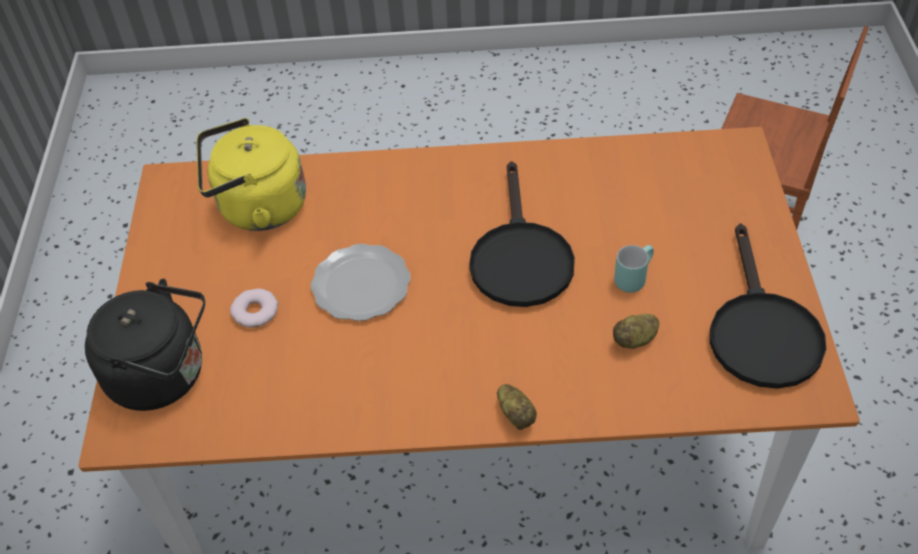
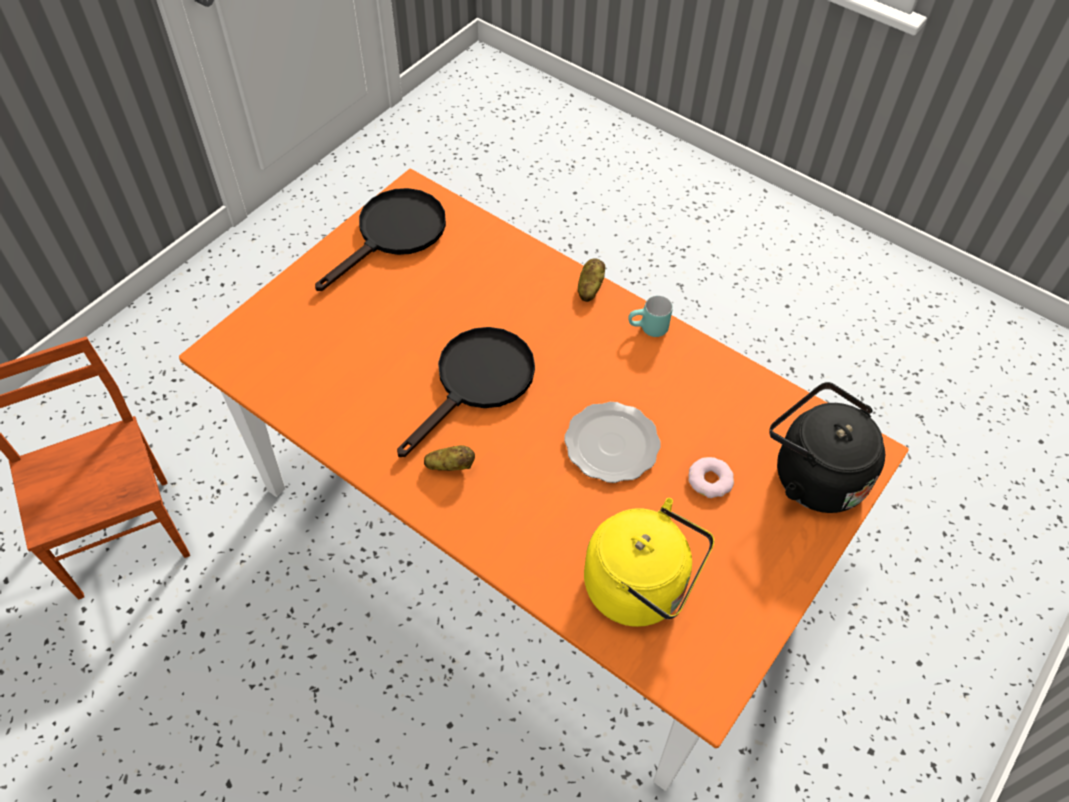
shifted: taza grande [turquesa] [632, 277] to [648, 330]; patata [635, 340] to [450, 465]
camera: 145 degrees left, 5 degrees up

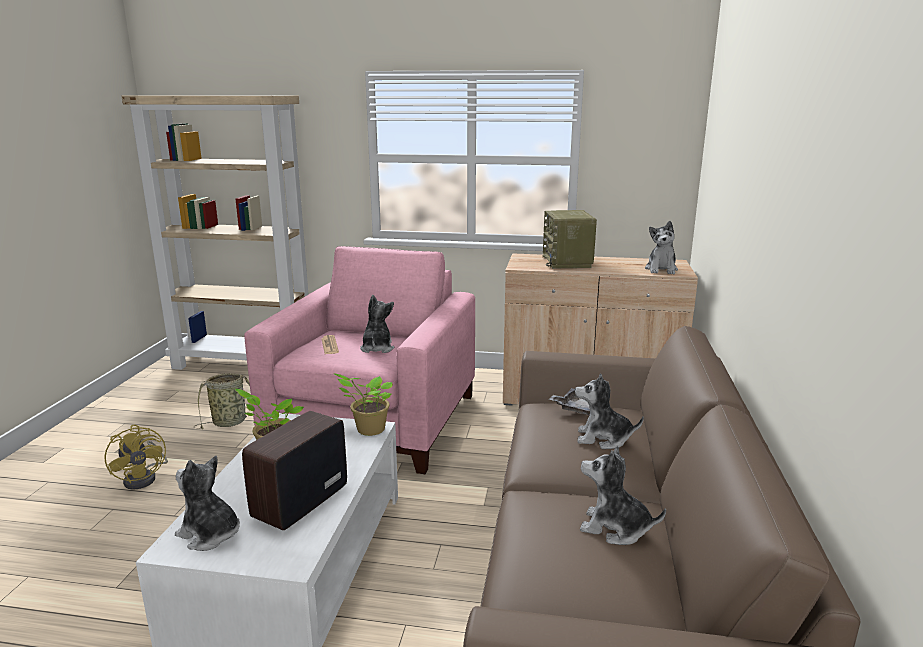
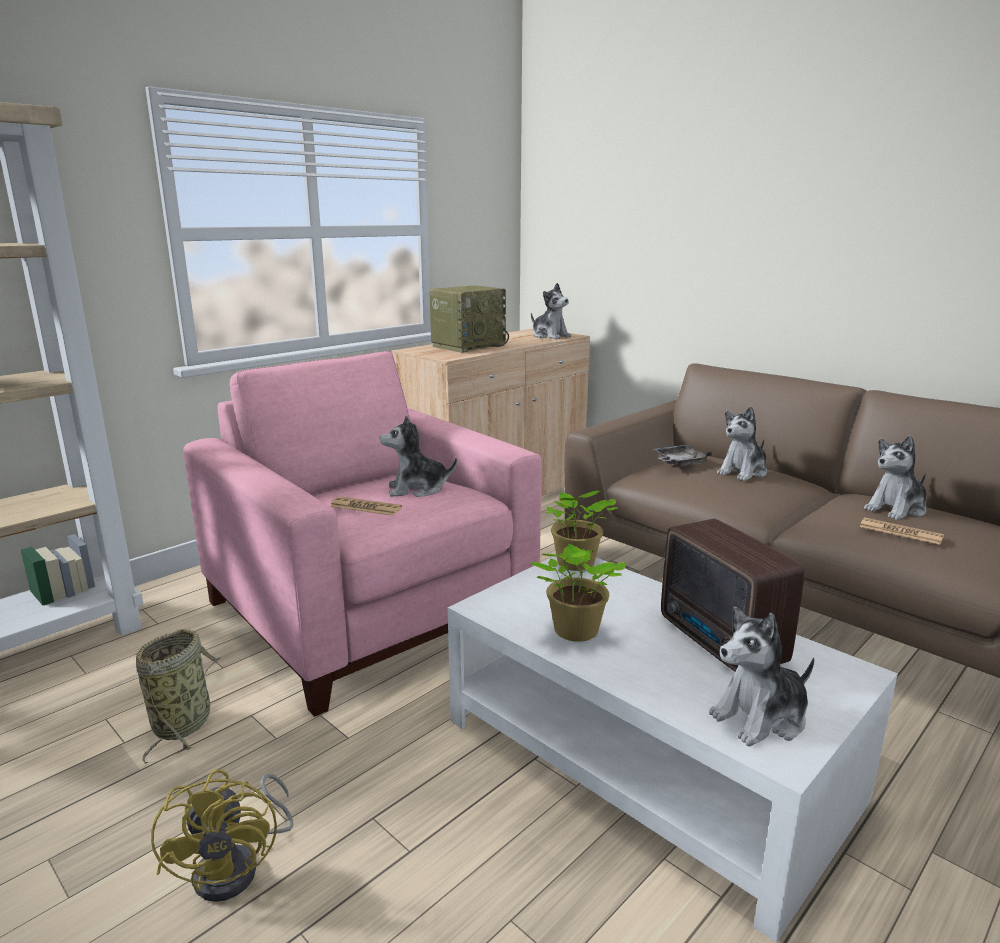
new: periódico [900, 532]
rotated: radio [567, 262] = [468, 346] 75 degrees counterclockwise; peluche [377, 348] = [417, 489] 45 degrees counterclockwise; ventilador [amarillo] [145, 478] = [238, 866] 75 degrees clockwise
camera: 55 degrees left, 0 degrees up

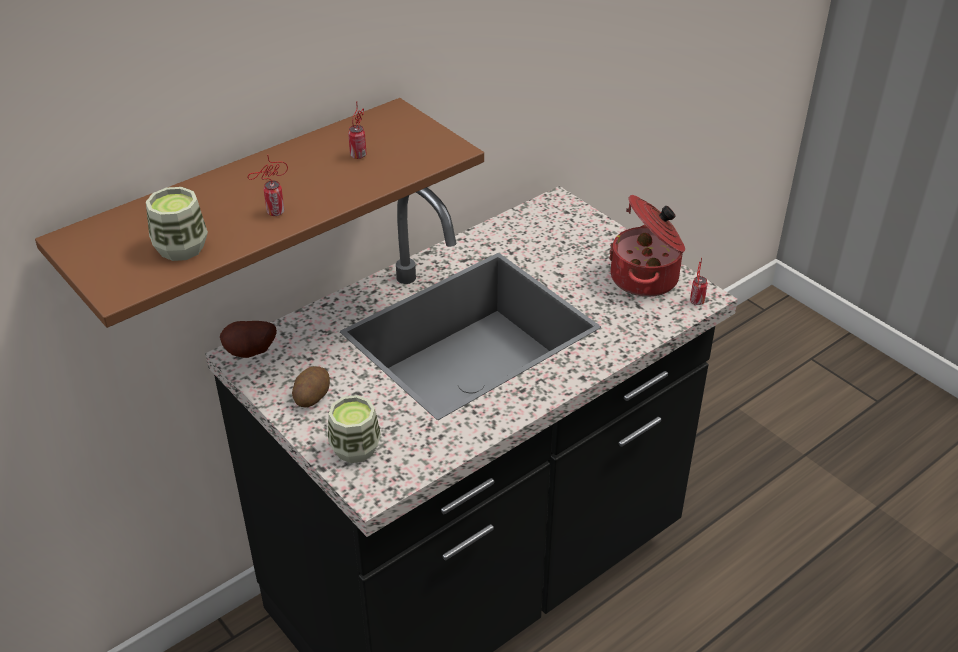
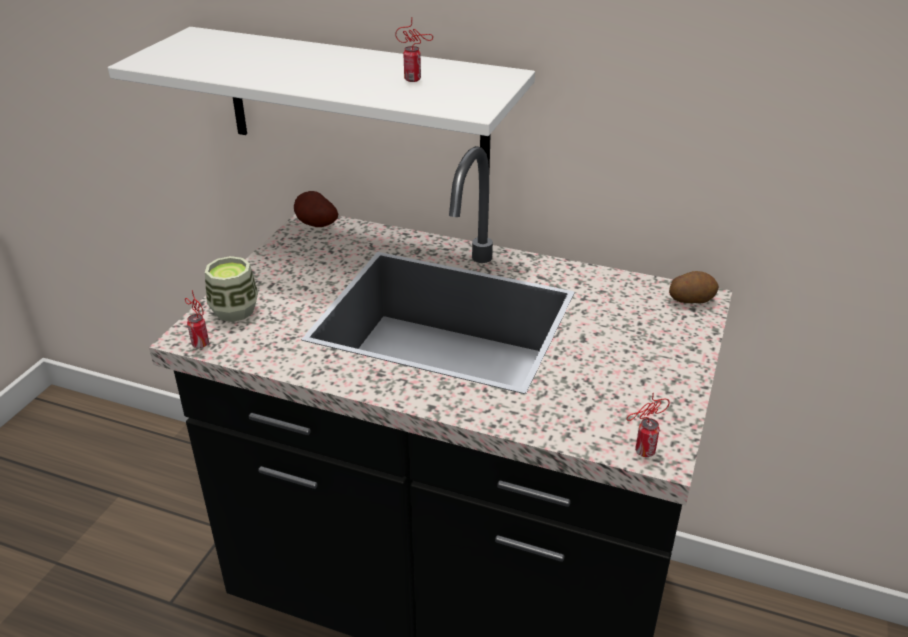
gone: taza [181, 248]; olla [646, 278]
shifted: lata [273, 213] to [199, 343]; patata [311, 396] to [691, 299]
repainted: estante [marrón] [241, 212] to estante [blanco] [355, 101]
camera: 60 degrees right, 5 degrees down

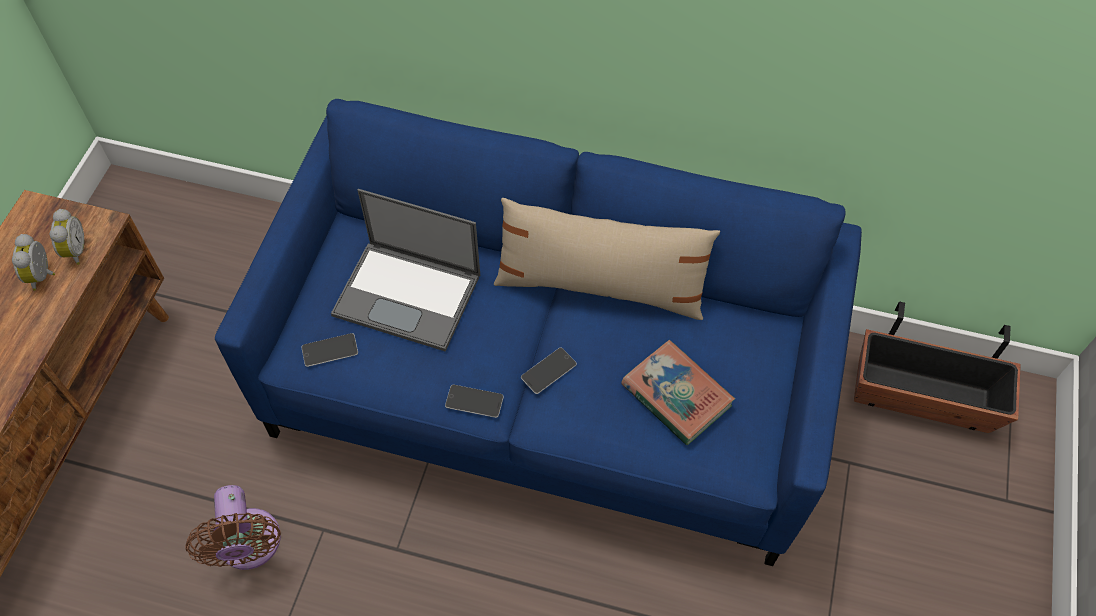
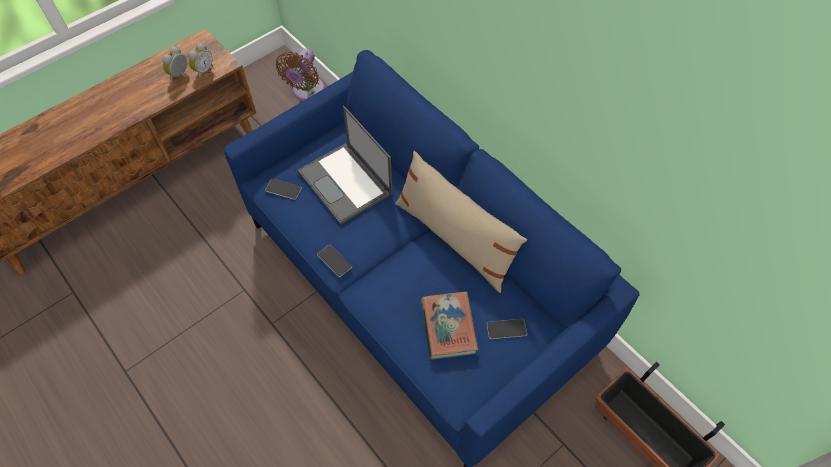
shifted: móvil [548, 370] to [506, 329]; ventilador [marrón] [249, 546] to [307, 92]
camera: 35 degrees right, 0 degrees up

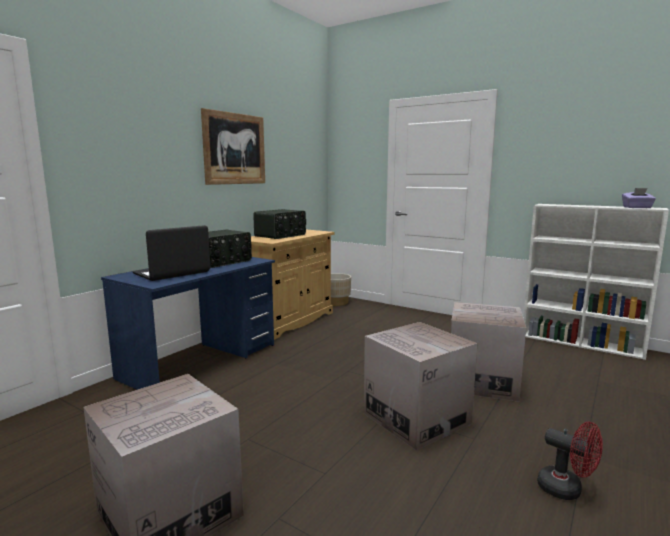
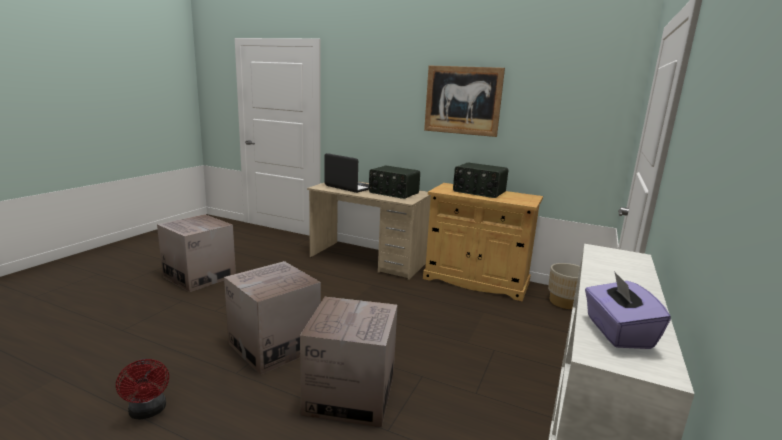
repainted: escritorio [azul] [201, 361] to escritorio [beis] [369, 259]
rotated: ventilador [rojo] [567, 490] = [148, 412] 60 degrees counterclockwise
camera: 80 degrees right, 5 degrees up

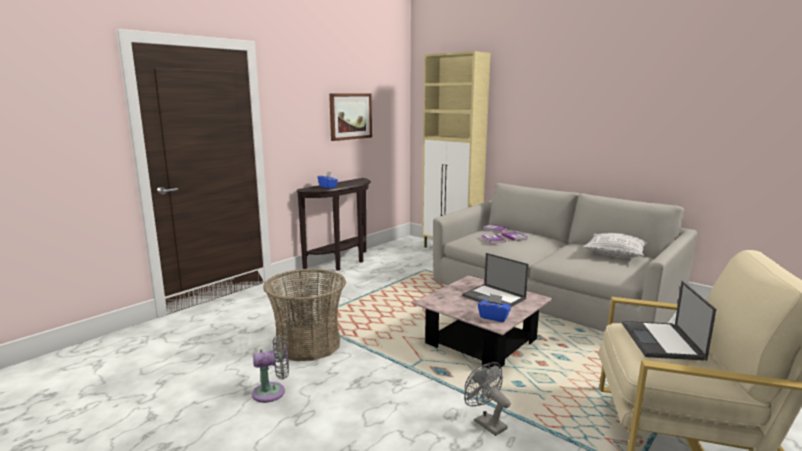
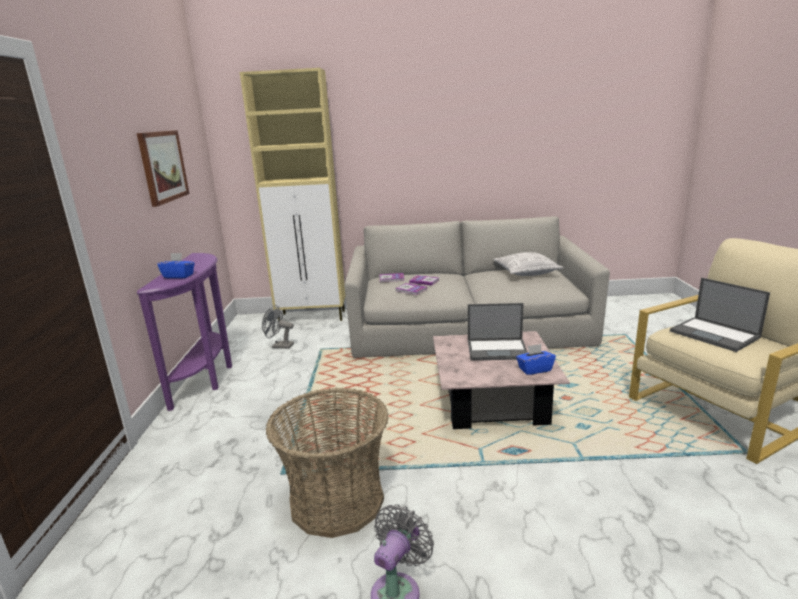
shifted: ventilador [gris] [485, 423] to [279, 346]
repainted: mesa consola [marrón] [343, 263] to mesa consola [morado] [207, 377]
camera: 40 degrees left, 5 degrees up

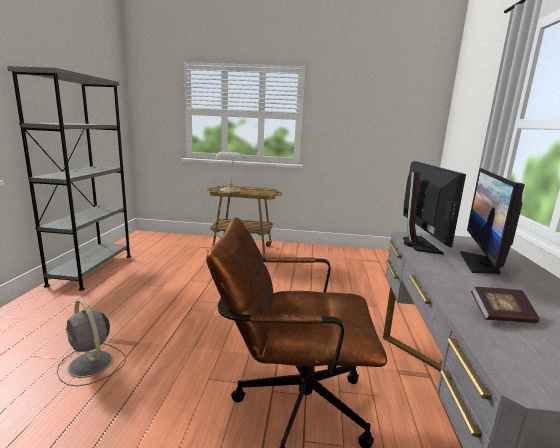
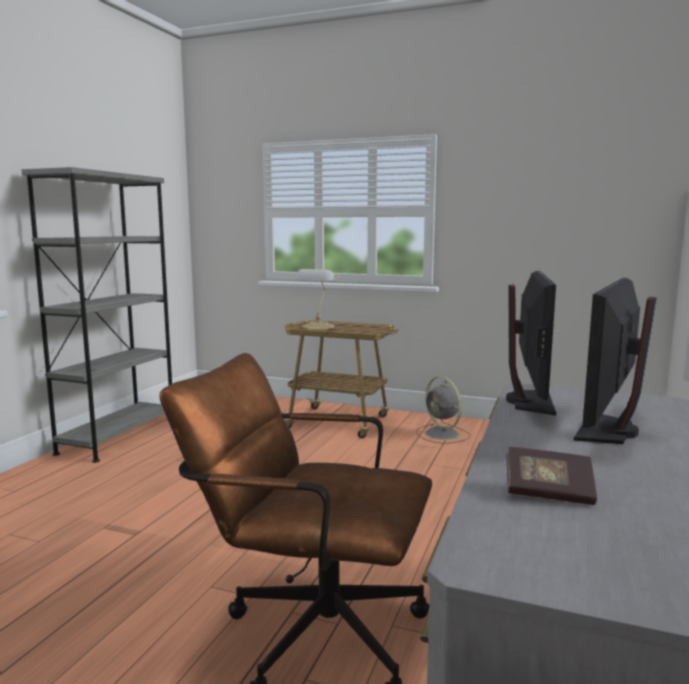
shifted: ventilador [gris] [91, 365] to [443, 434]
camera: 15 degrees right, 5 degrees down

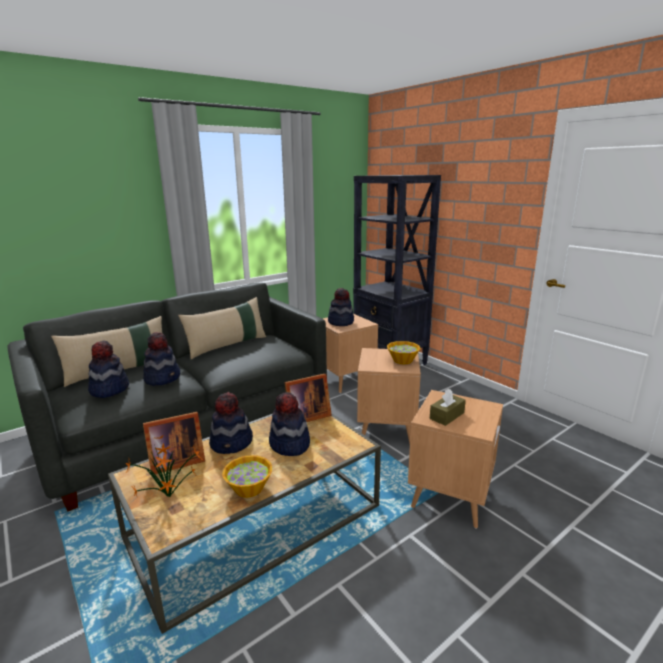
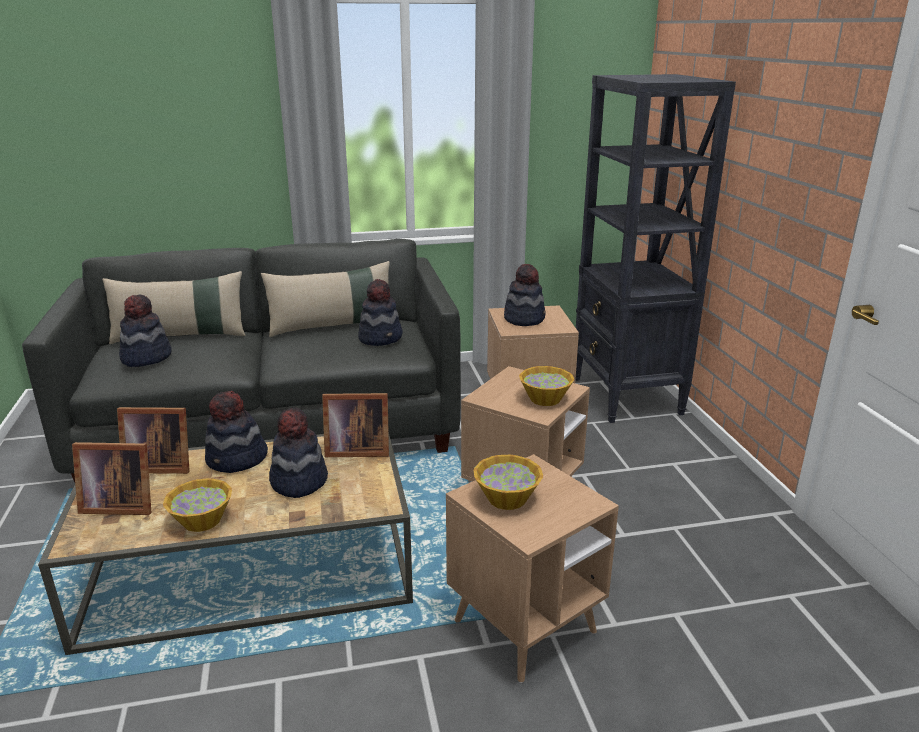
shifted: sombrero [163, 378] to [381, 338]
swapped: caja de pañuelos [marrón] [447, 416] to cuenco [507, 498]; planta en maceta [171, 497] to portarretratos [118, 504]
camera: 25 degrees right, 5 degrees up

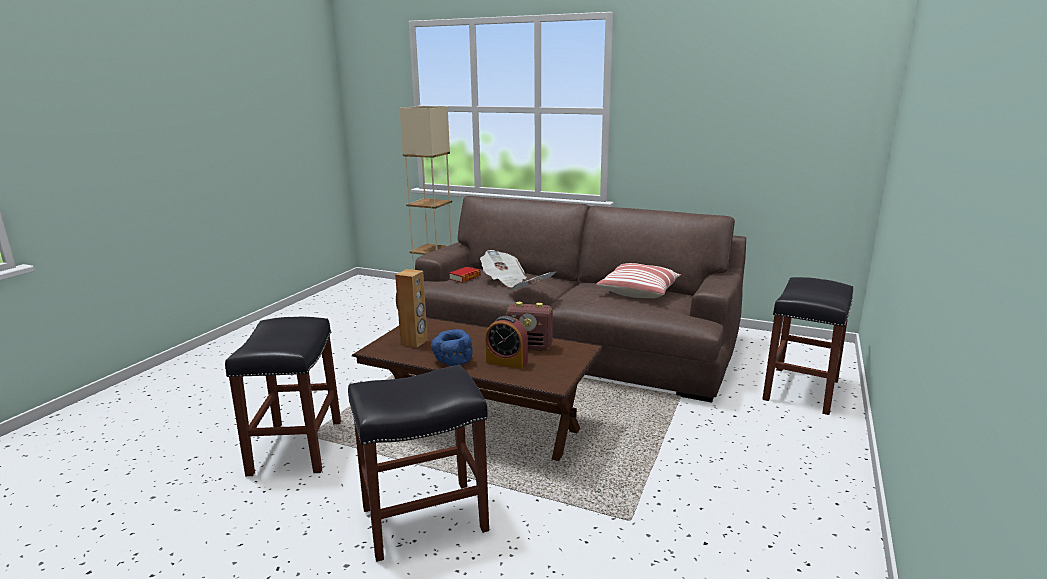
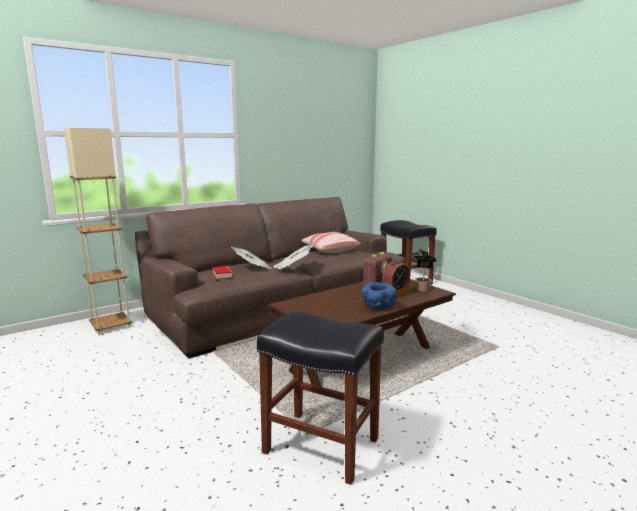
gone: altavoz [marrón] [414, 342]; taburete [negro] [423, 520]
new: planta en maceta [420, 288]
camera: 60 degrees left, 5 degrees down

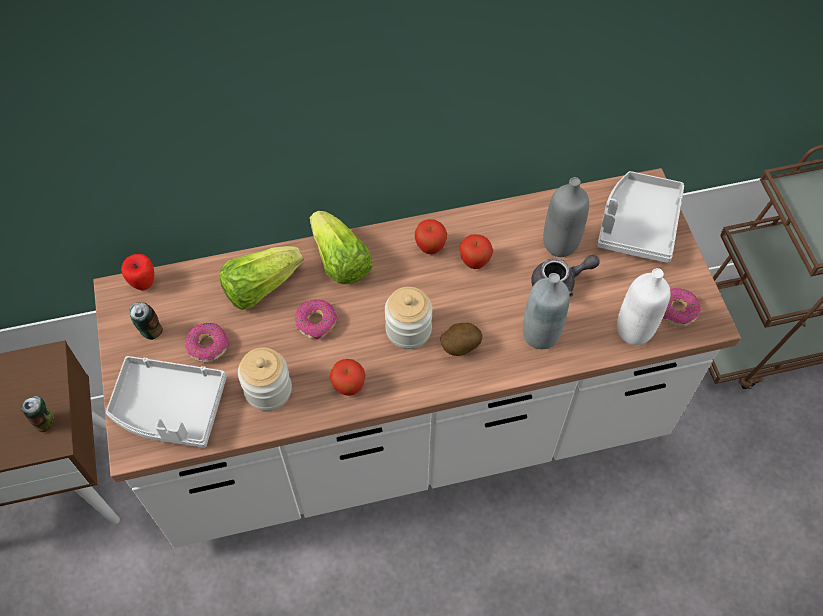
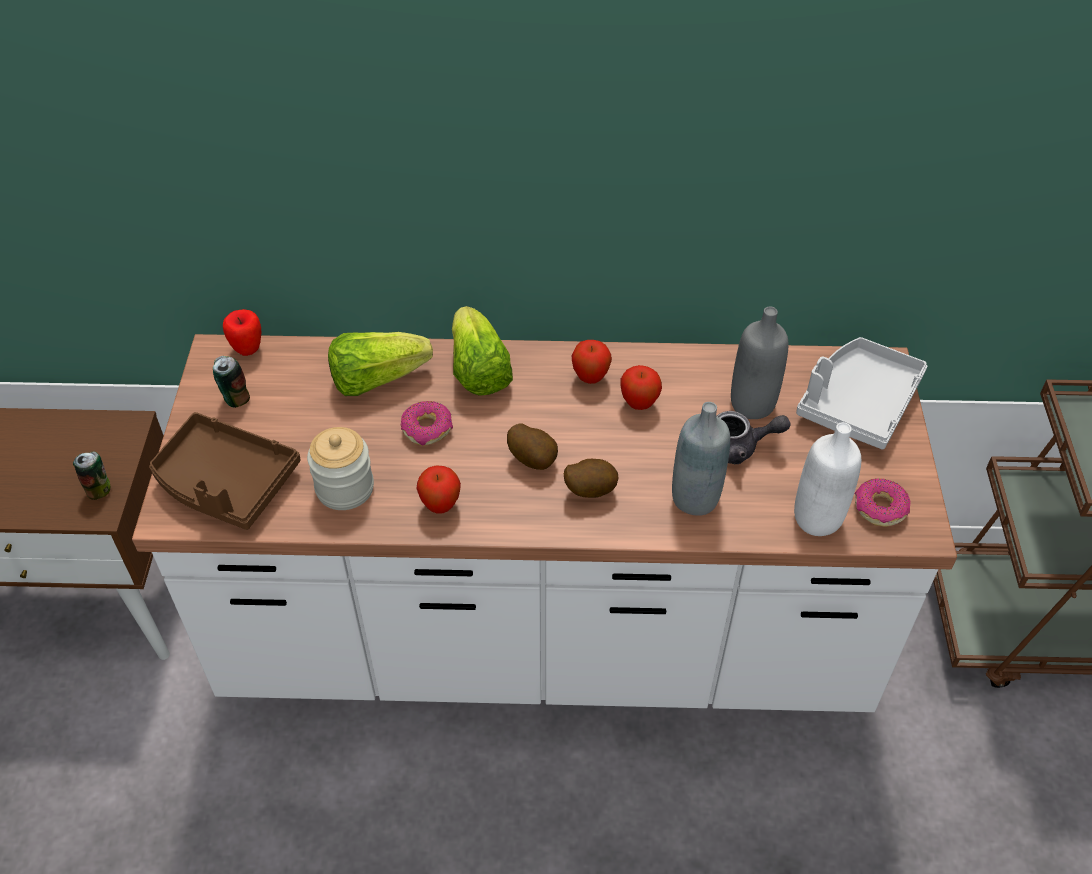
gone: rosquilla [208, 345]
swapped: tarro [408, 330] to patata [534, 459]
repainted: bandeja [gris] [169, 408] to bandeja [marrón] [225, 482]
camera: 15 degrees right, 10 degrees down

